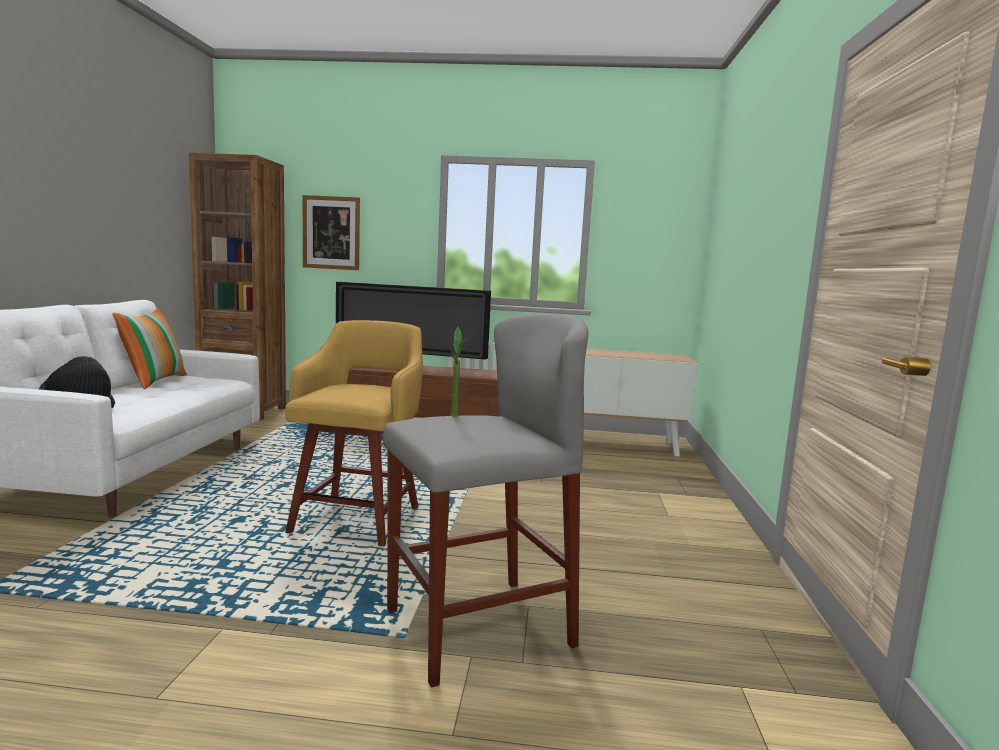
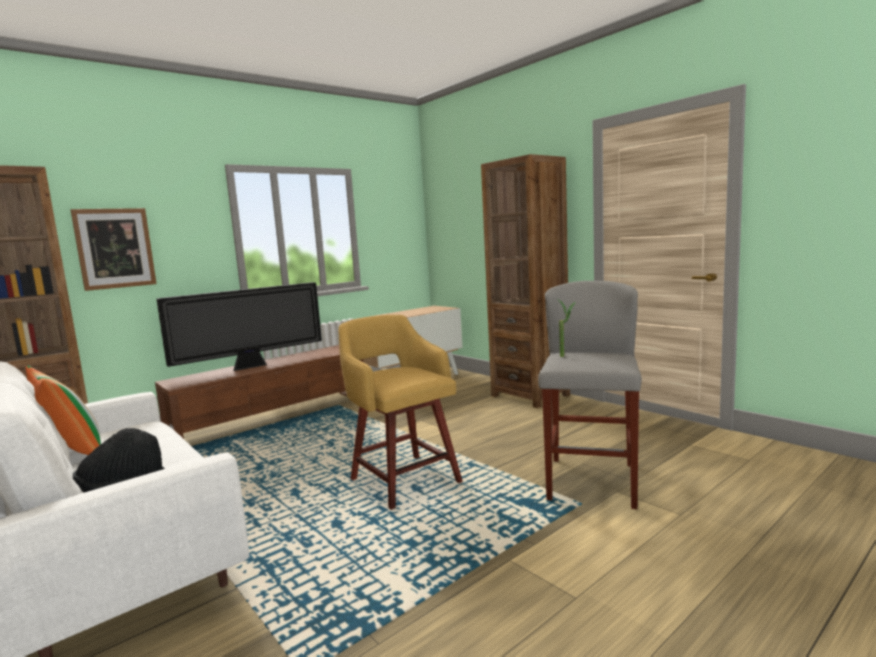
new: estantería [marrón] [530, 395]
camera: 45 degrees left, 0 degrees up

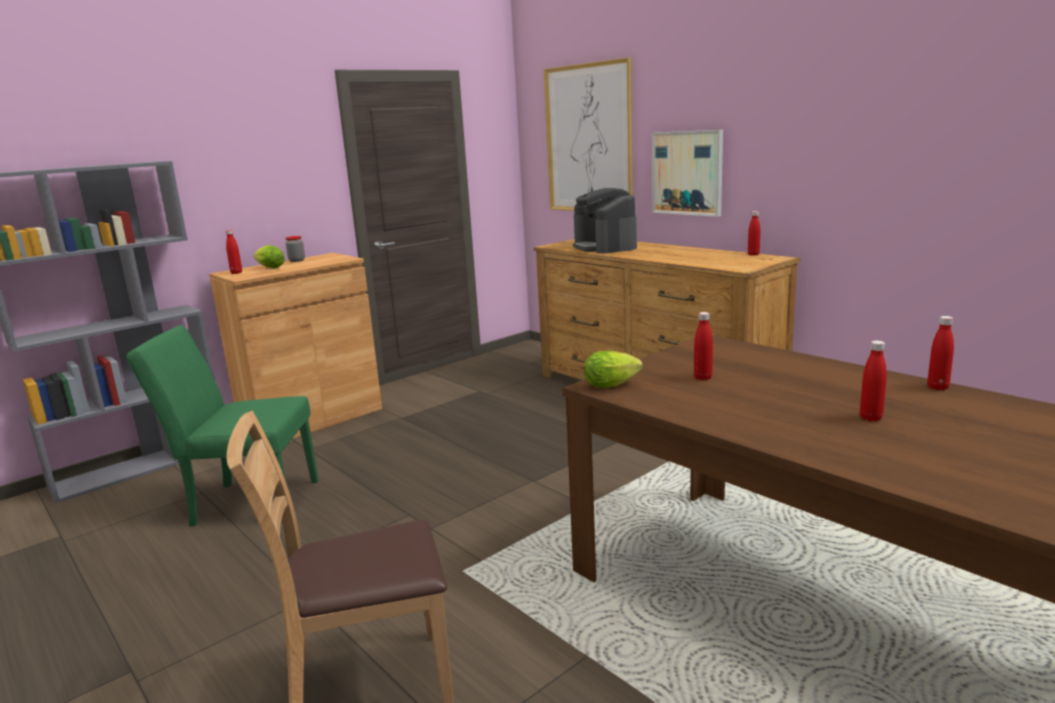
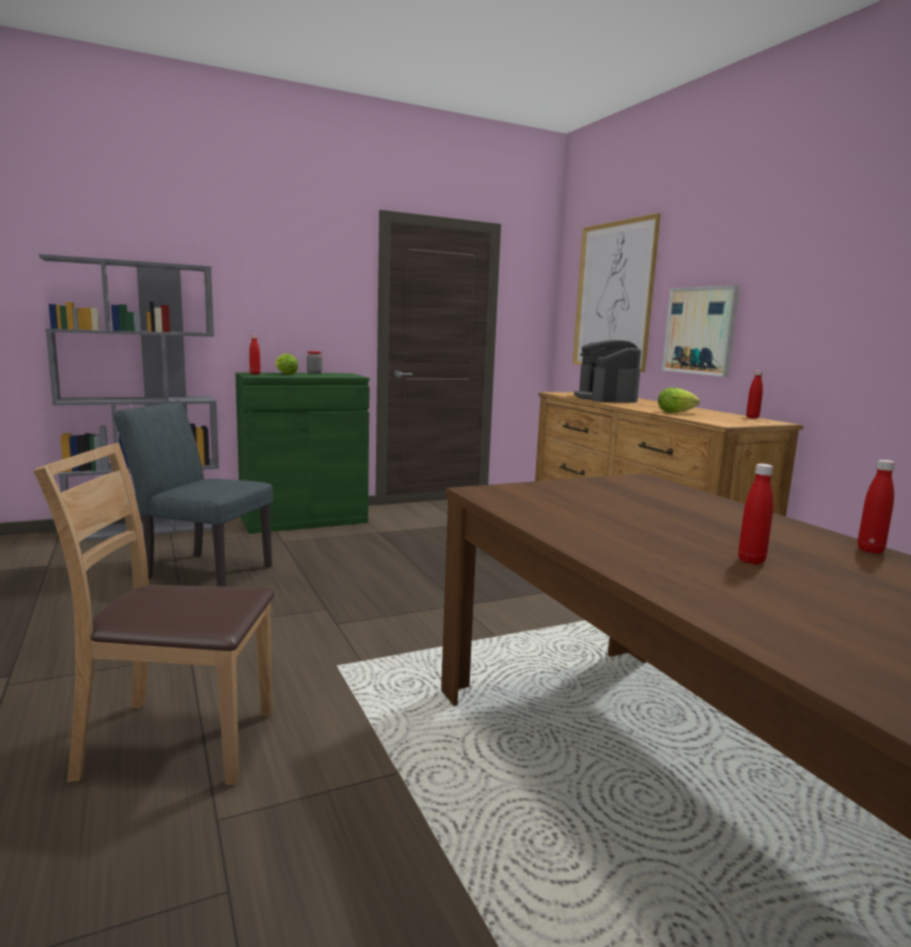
gone: botella [rojo] [702, 378]
shifted: lechuga [614, 385] to [677, 412]
repainted: armario [marrón] [312, 419] to armario [verde] [304, 520]; silla [verde] [246, 503] to silla [gris] [201, 571]
camera: 15 degrees right, 5 degrees down

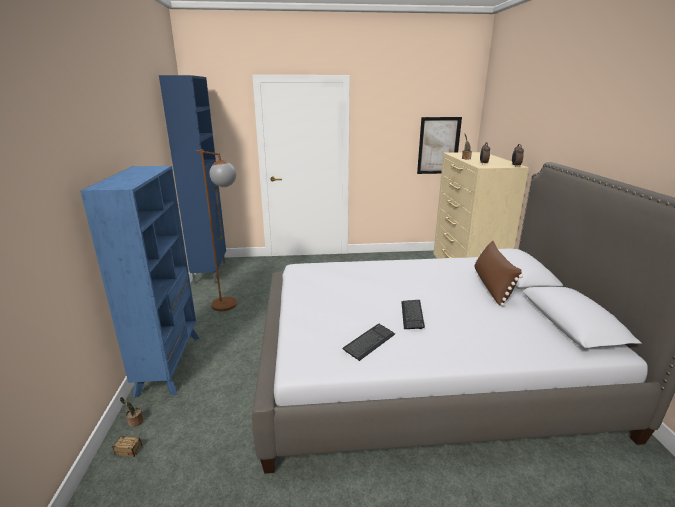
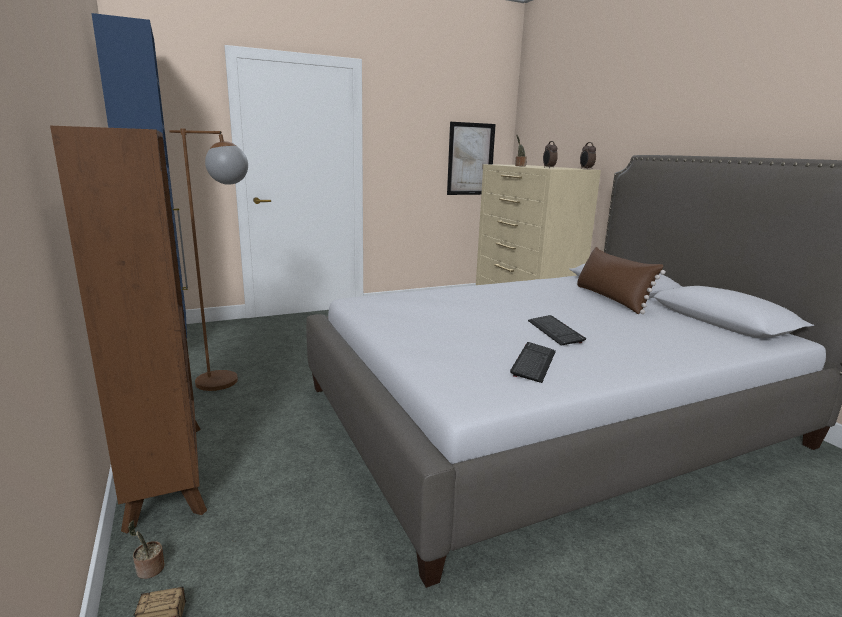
repainted: estantería [azul] [170, 363] to estantería [marrón] [167, 472]
camera: 20 degrees left, 5 degrees down

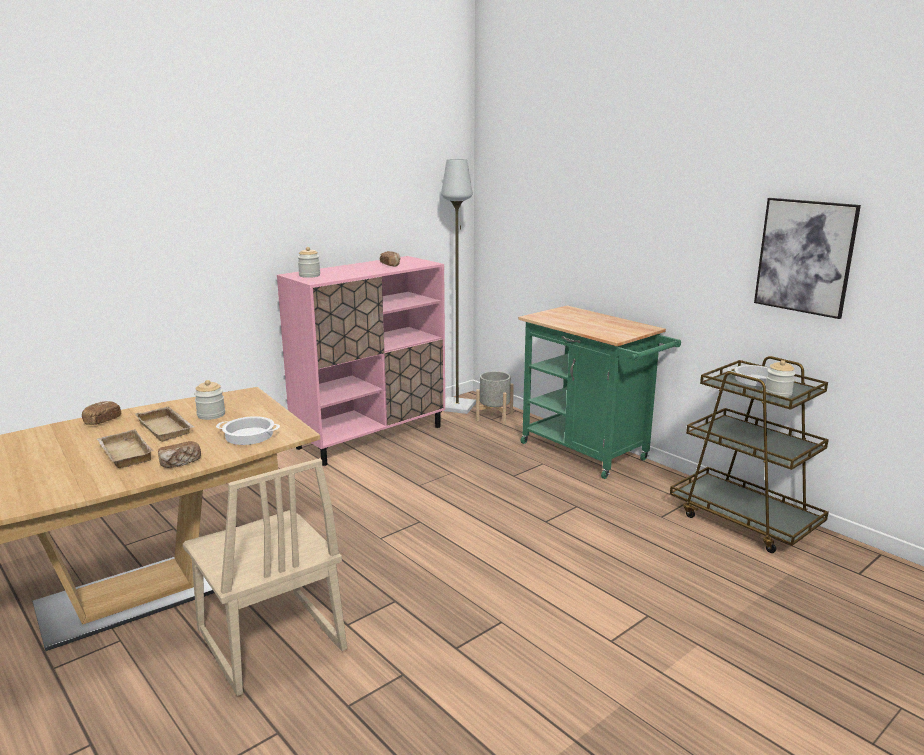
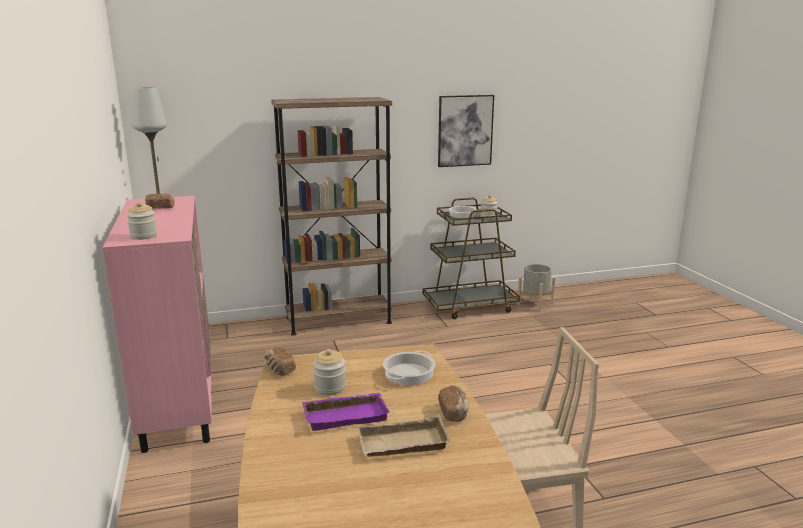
shifted: maceta [gris] [494, 417] to [535, 304]; pan [102, 421] to [279, 369]
swapped: carrito [verde] [590, 453] to estantería [marrón] [338, 320]
repainted: bandeja [beis] [167, 428] to bandeja [morado] [346, 415]
camera: 65 degrees left, 0 degrees up

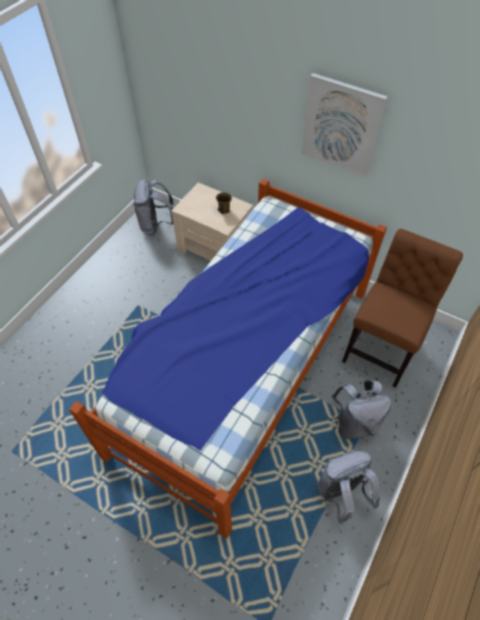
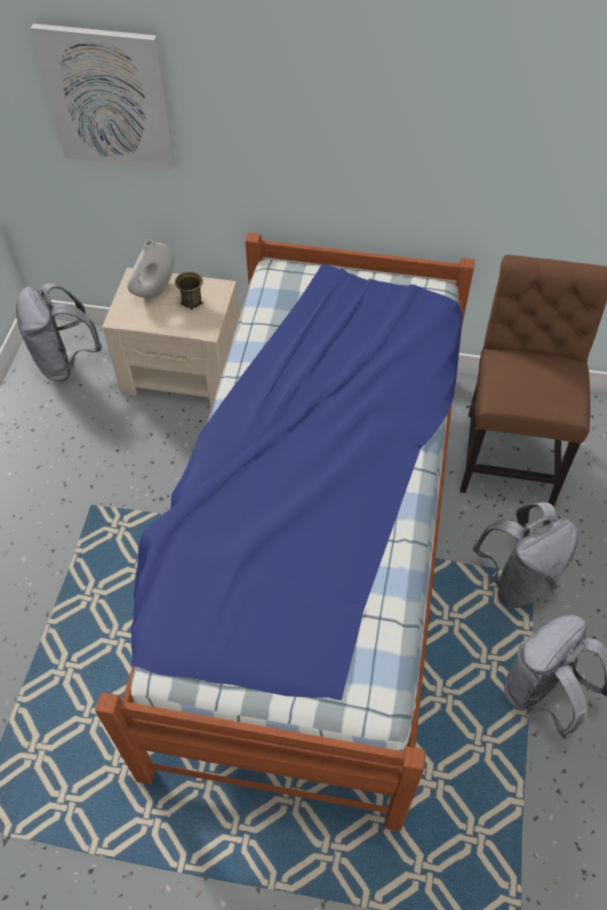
new: florero [blanco] [154, 290]
shifted: cuadro [341, 126] to [108, 98]
camera: 20 degrees left, 0 degrees up

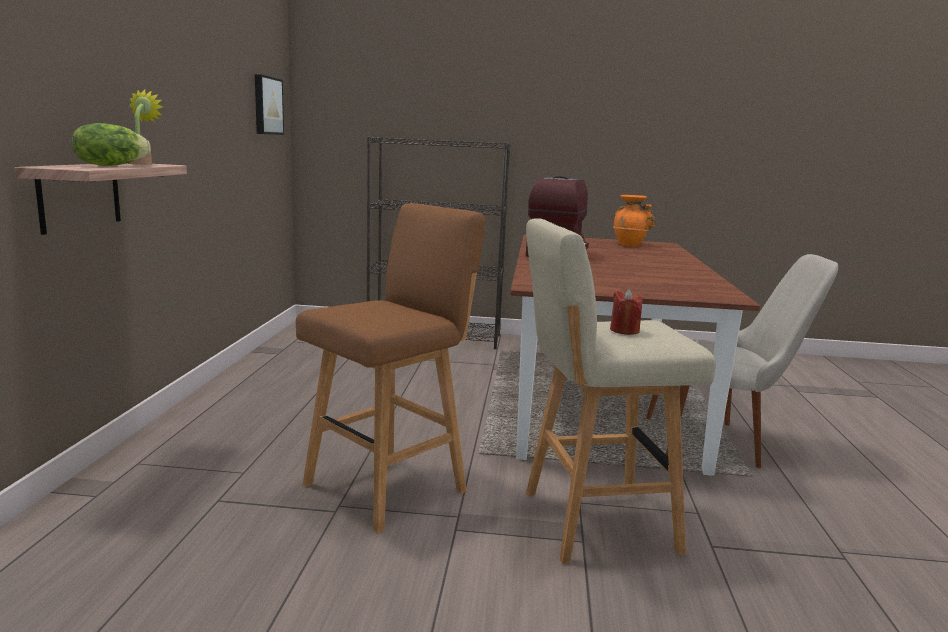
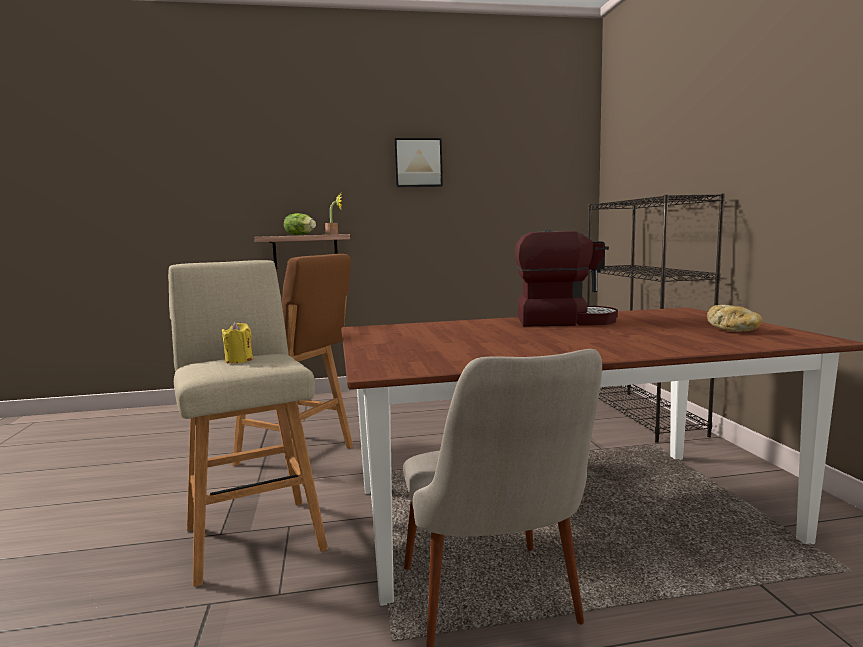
shifted: cuadro [266, 105] to [418, 163]
swapped: florero [naranja] [629, 245] to pan [734, 330]
repainted: vela [rojo] [624, 330] to vela [amarillo] [239, 360]
camera: 75 degrees right, 5 degrees down

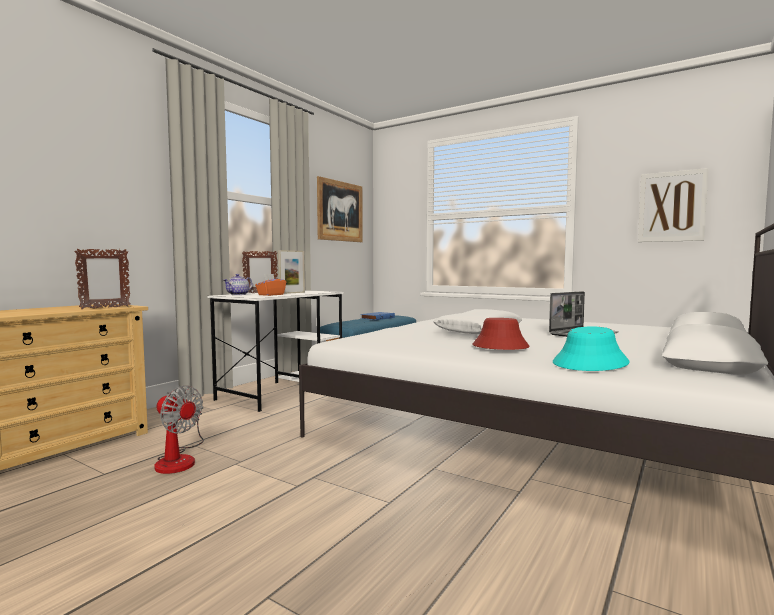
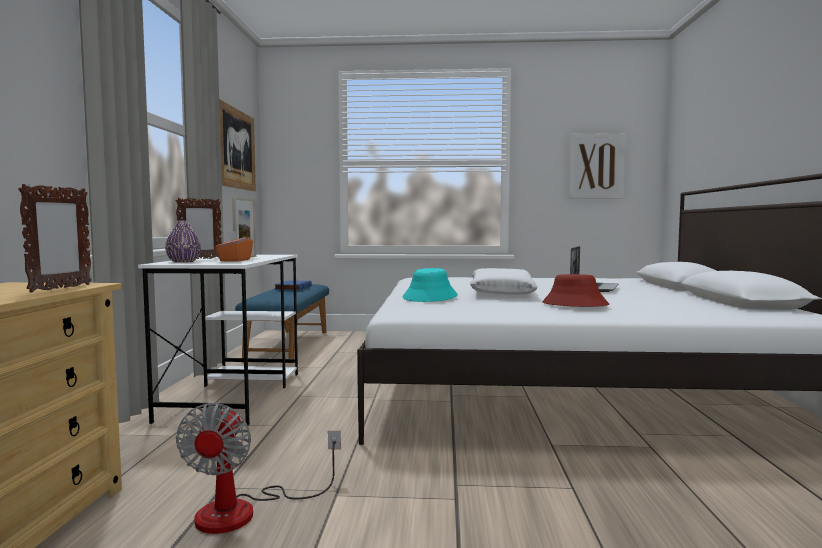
shifted: sombrero [turquesa] [590, 363] to [430, 297]
swapped: tetera [238, 294] to florero [morado] [183, 262]
rotated: ventilador [179, 459] = [246, 510] 90 degrees clockwise
camera: 30 degrees left, 0 degrees up

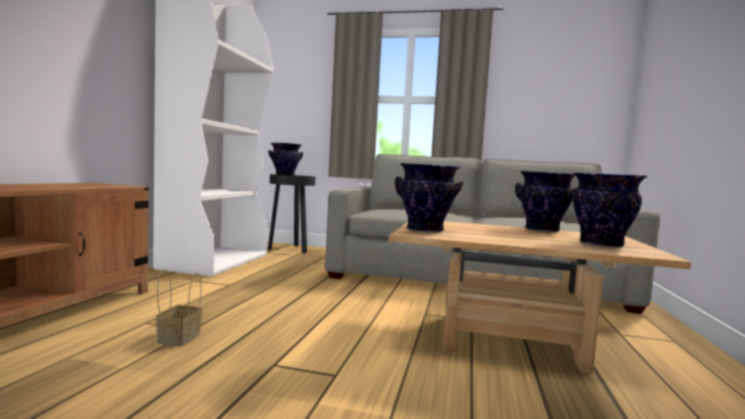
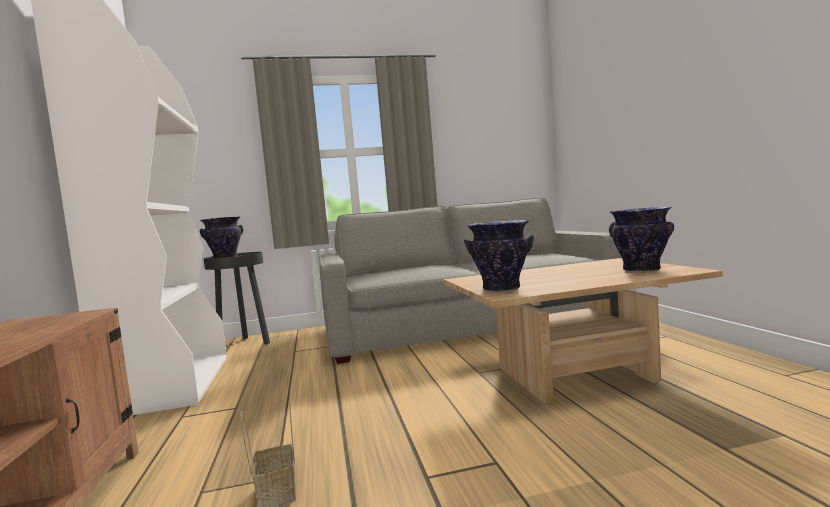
gone: florero [542, 230]
camera: 25 degrees left, 0 degrees up

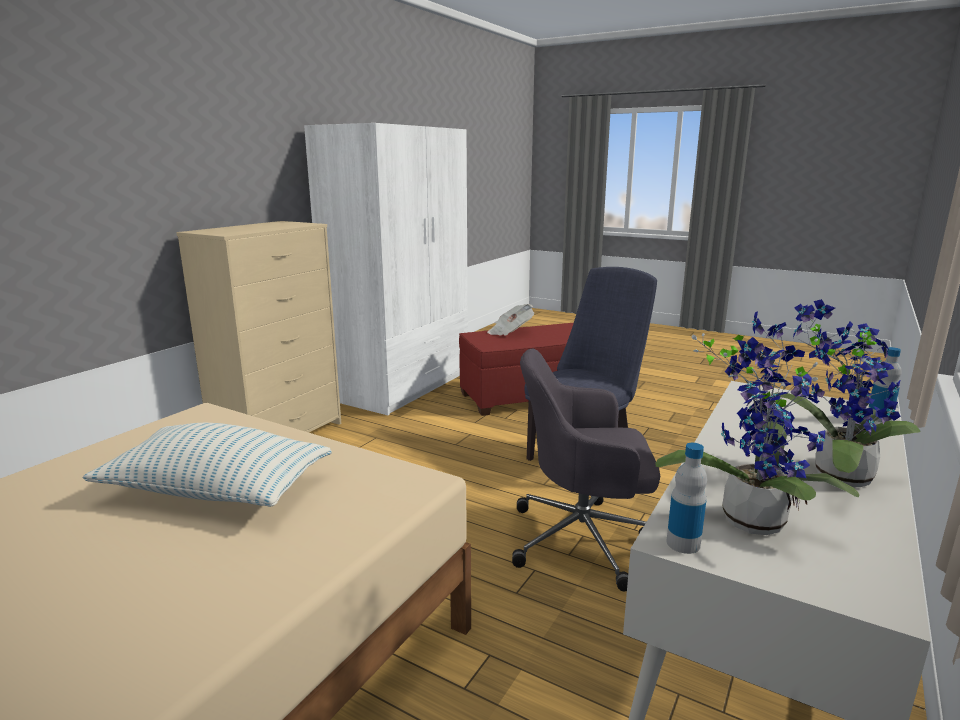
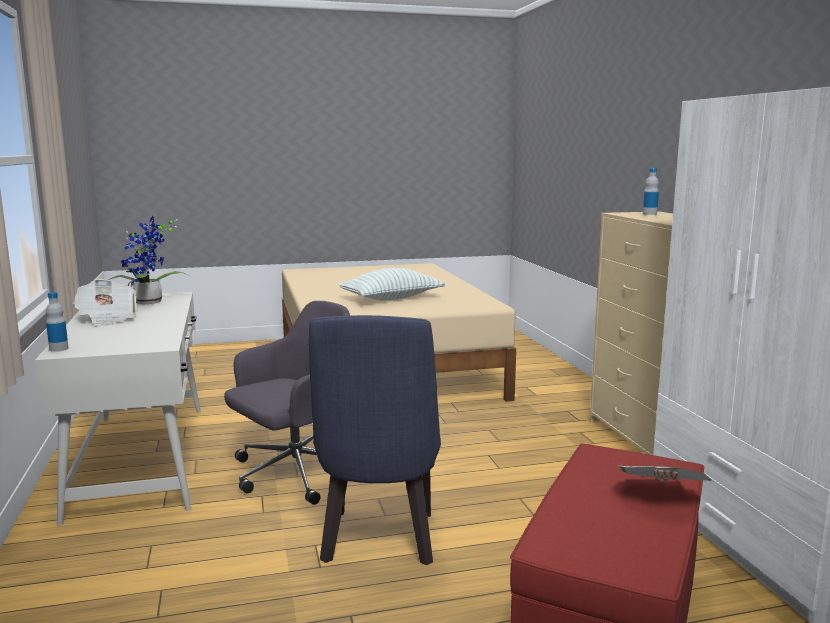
shifted: botella [683, 543] to [649, 214]
swapped: planta en maceta [834, 475] to periódico [107, 319]
camera: 135 degrees right, 5 degrees down

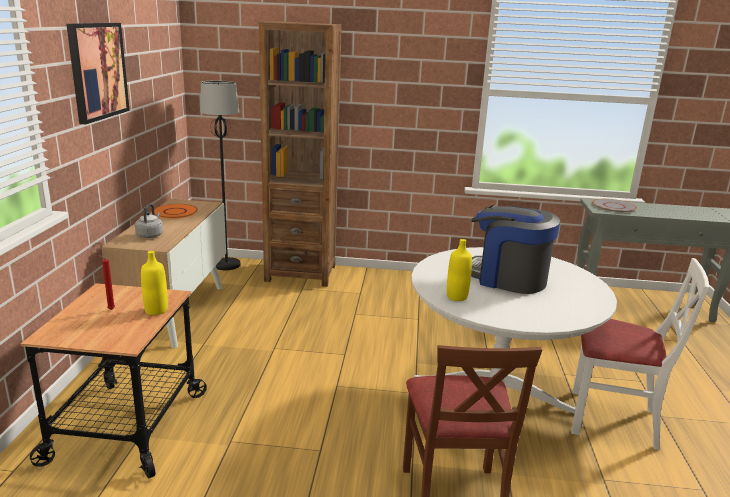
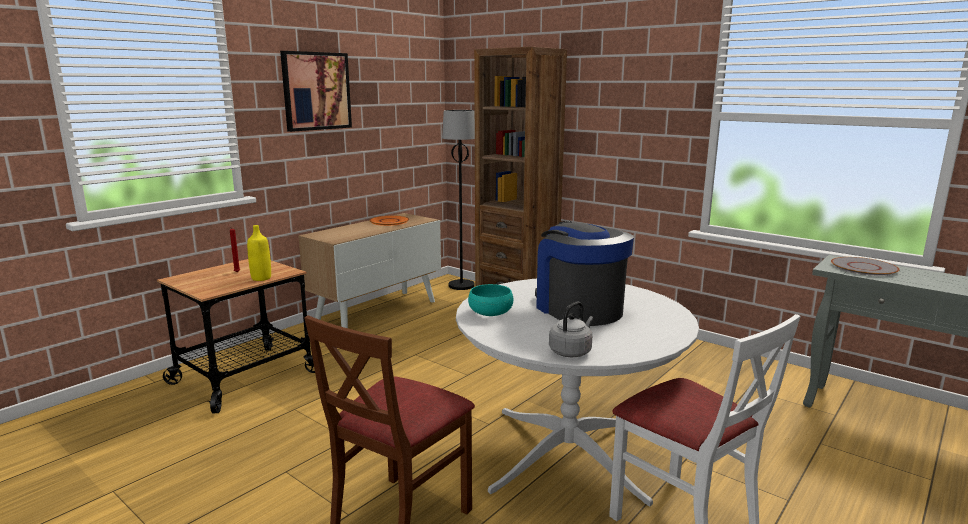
shifted: hervidor [gris] [150, 235] to [571, 351]
swapped: botella [amarillo] [456, 297] to cuenco [turquesa] [490, 312]
camera: 35 degrees right, 5 degrees down

